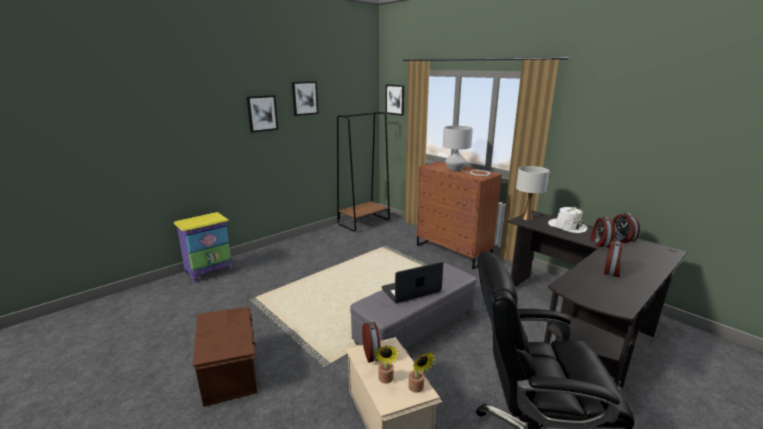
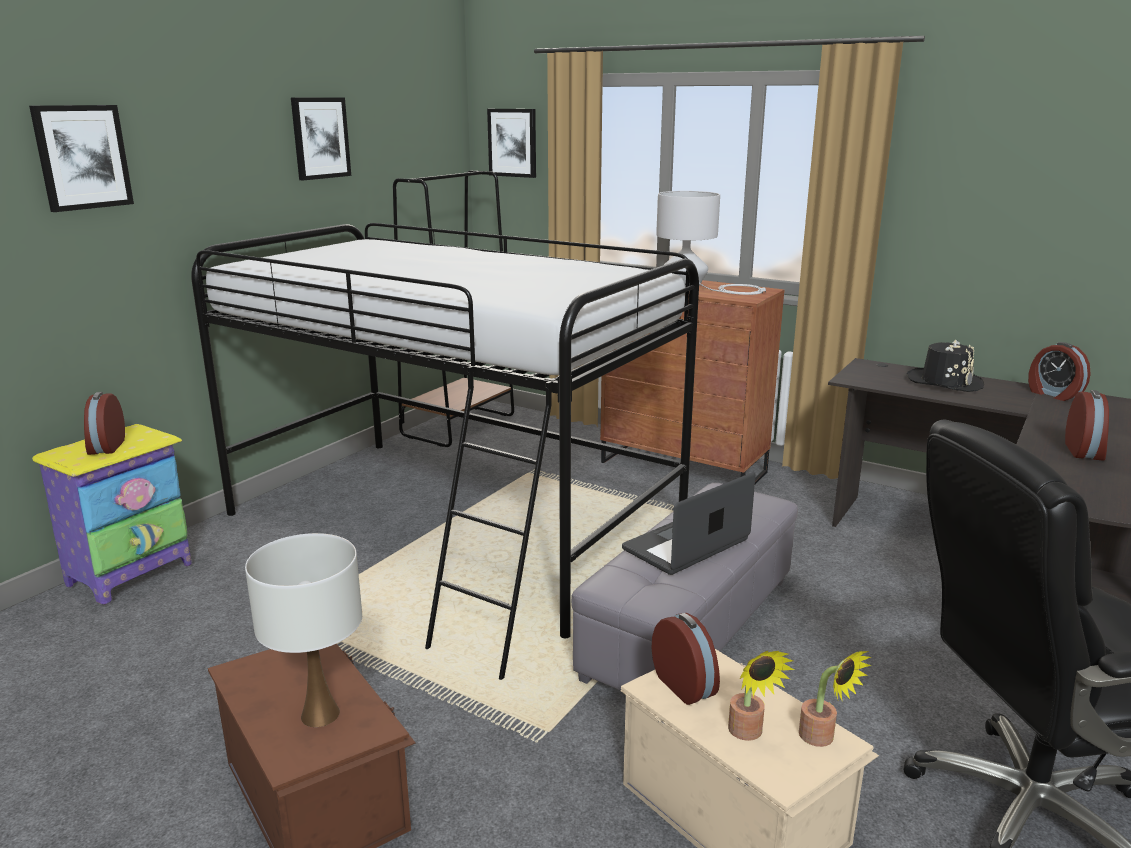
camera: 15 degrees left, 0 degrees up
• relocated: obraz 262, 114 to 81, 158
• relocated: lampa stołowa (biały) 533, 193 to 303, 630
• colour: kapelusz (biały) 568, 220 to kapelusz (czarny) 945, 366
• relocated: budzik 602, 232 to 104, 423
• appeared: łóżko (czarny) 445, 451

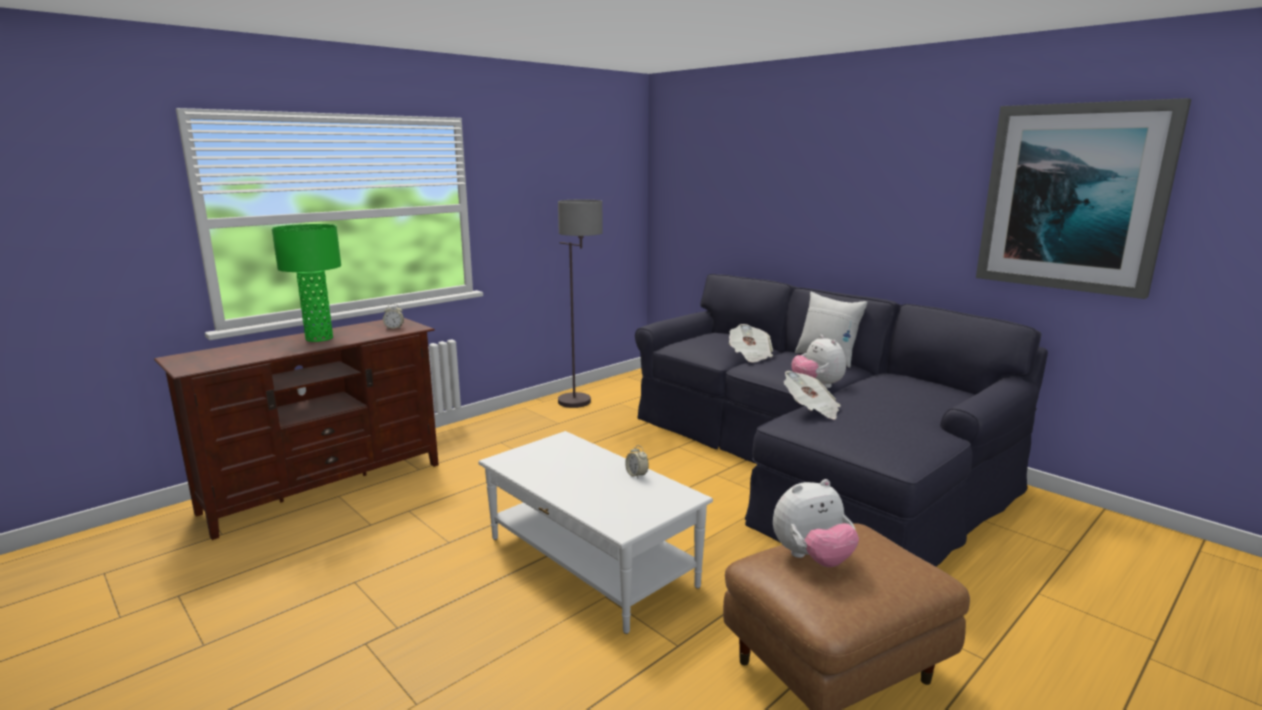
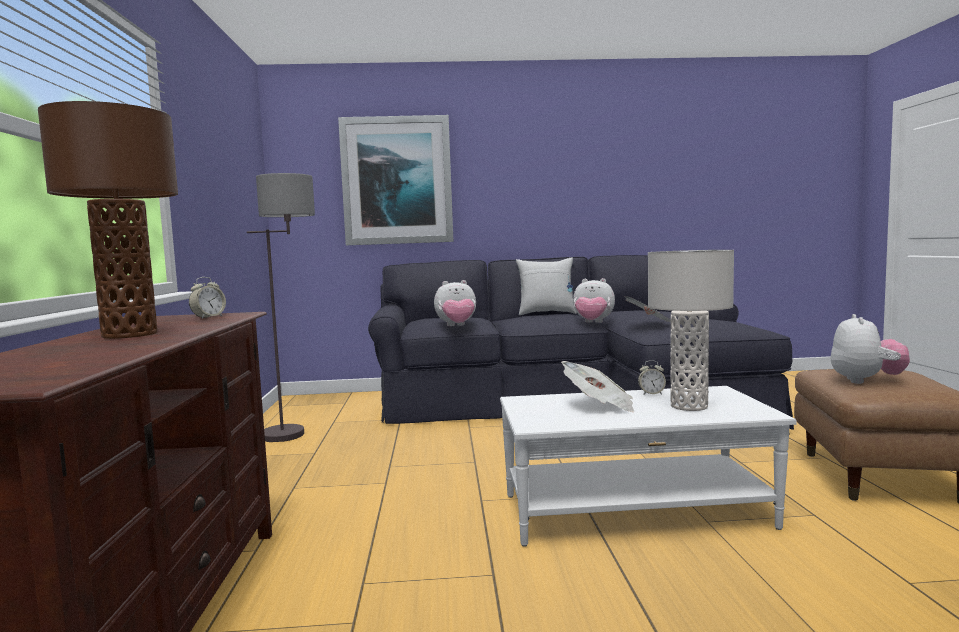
camera: 50 degrees left, 10 degrees down
• colour: lampa stołowa (zielony) 306, 283 to lampa stołowa (brązowy) 108, 220
• relocated: gazeta 751, 343 to 598, 386
• relocated: obraz 1083, 198 to 396, 180
• appeared: pluszak 455, 303
• appeared: lampa stołowa (biały) 691, 330

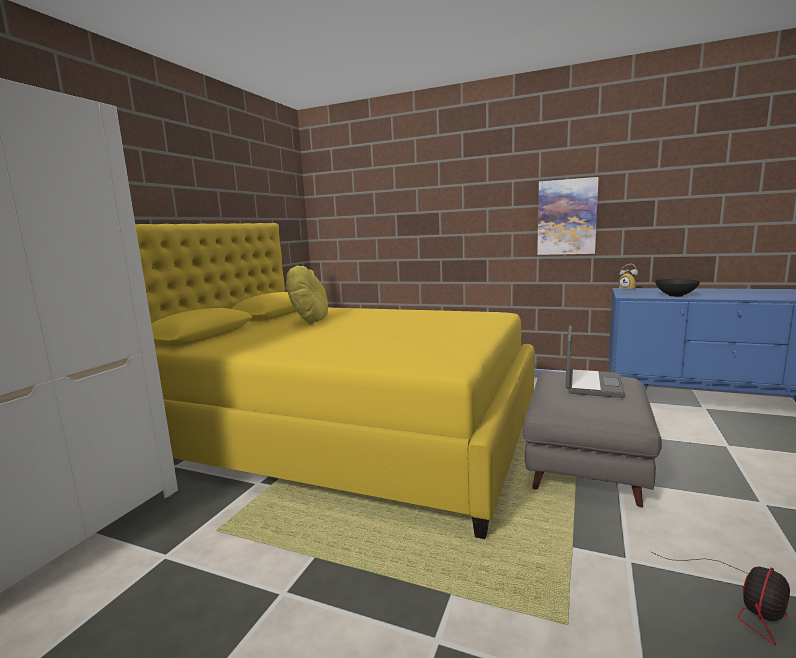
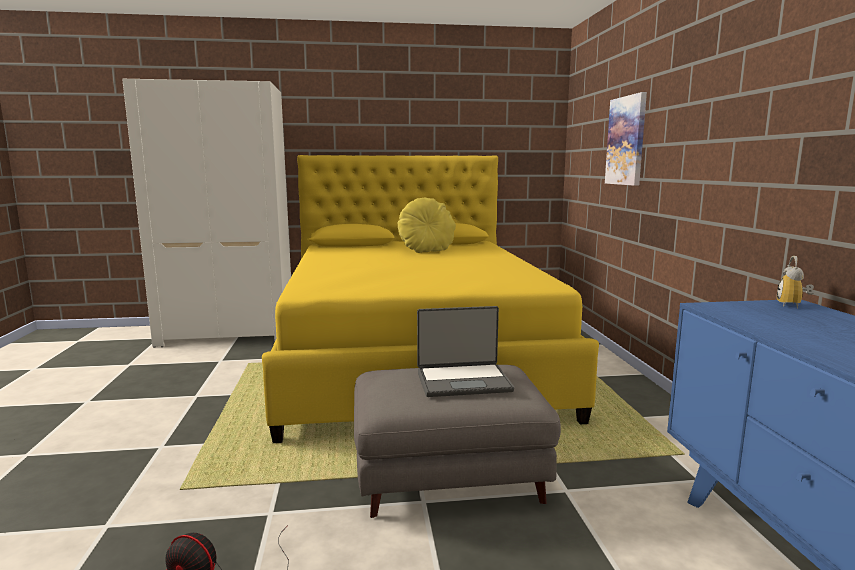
camera: 60 degrees right, 0 degrees up
• relocated: obraz 568, 216 to 626, 139
• missing: miska (czarny) 677, 288

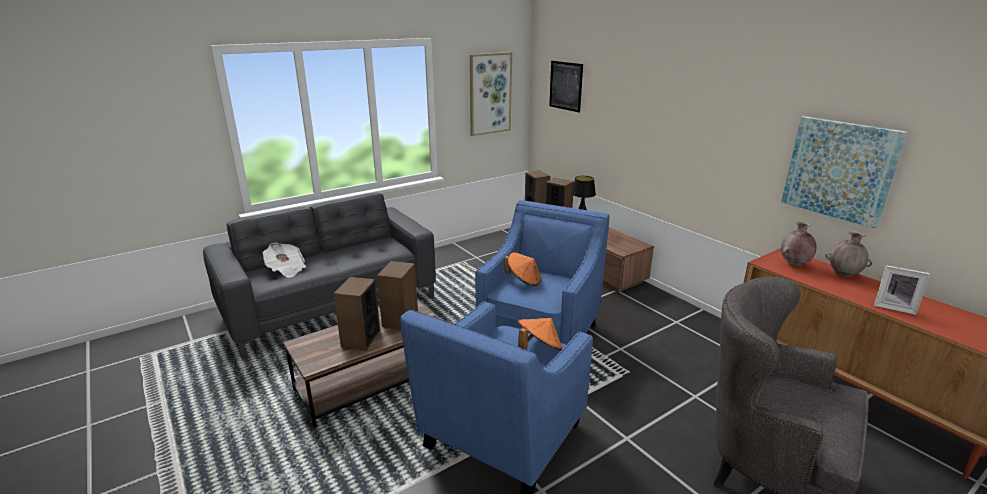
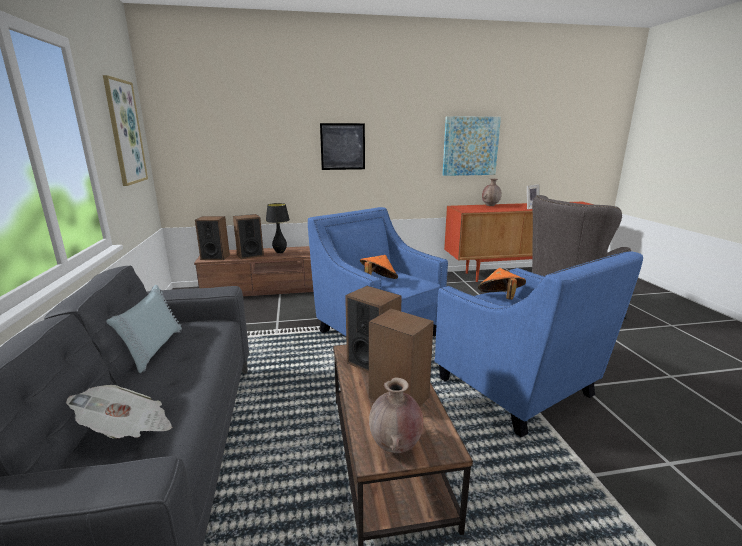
camera: 65 degrees left, 5 degrees down
• relocated: obraz 566, 86 to 342, 146
• relocated: wazon (brązowy) 799, 243 to 396, 415
• appeared: poduszka (niebieski) 144, 329

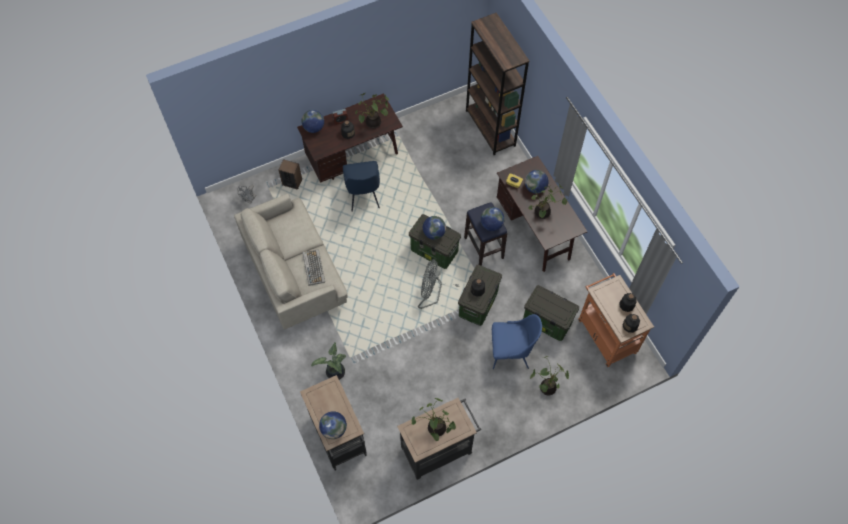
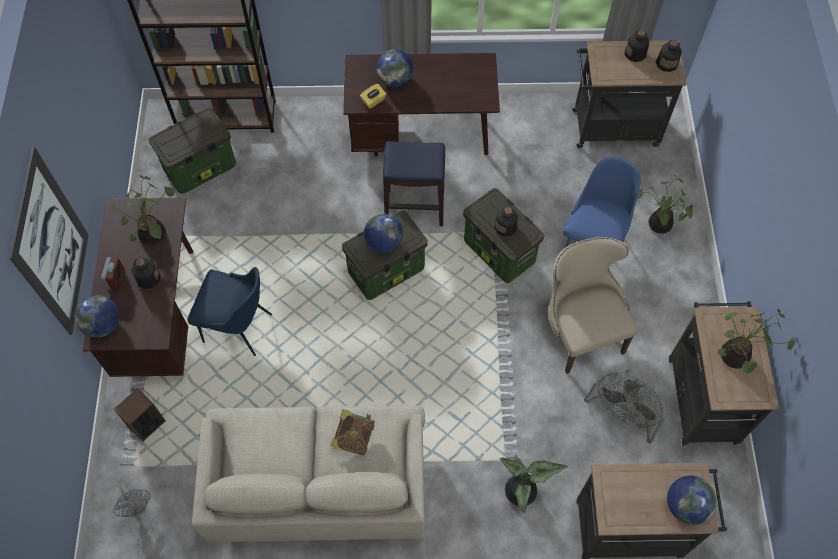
camera: 65 degrees left, 0 degrees up
• exchanged: klawiatura 313, 267 to książka 352, 432
• relocated: wentylator (szary) 438, 284 to 624, 406
• missing: globus 492, 219
• relocated: pojemnik do przechowywania 551, 313 to 192, 150
• missing: roślina doniczkowa 548, 201
• colour: wózek (pomarańczowy) 616, 320 to wózek (czarny) 629, 94
• appeared: obraz 48, 240
• appeared: krzesło (beżowy) 592, 305

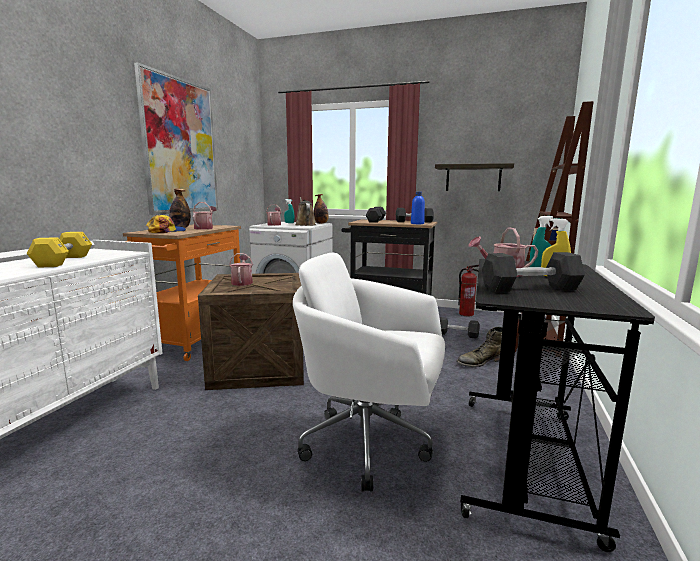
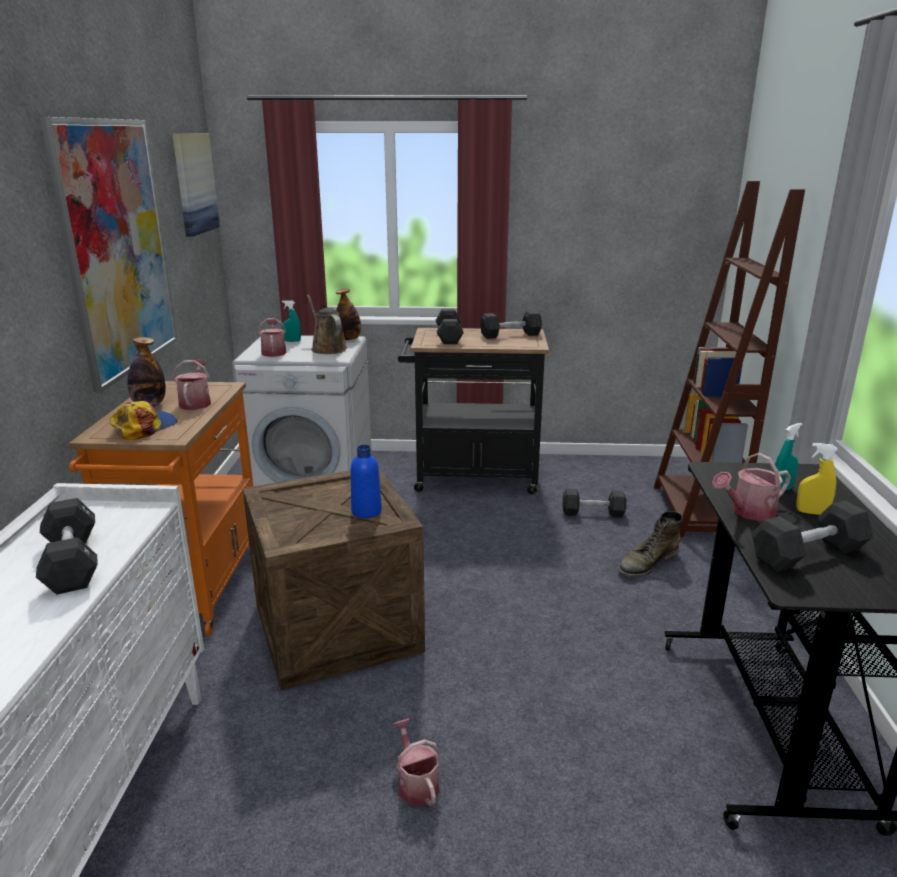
camera: 15 degrees left, 10 degrees up
• colour: hantel (żółty) 59, 250 to hantel (czarny) 67, 546
• relocated: konewka 241, 269 to 417, 762
• missing: krzesło biurowe (biały) 369, 372
• relocated: butelka (niebieski) 418, 208 to 366, 481
• missing: półka 474, 177
• missing: gaśnica 468, 291
• appeared: obraz 196, 185

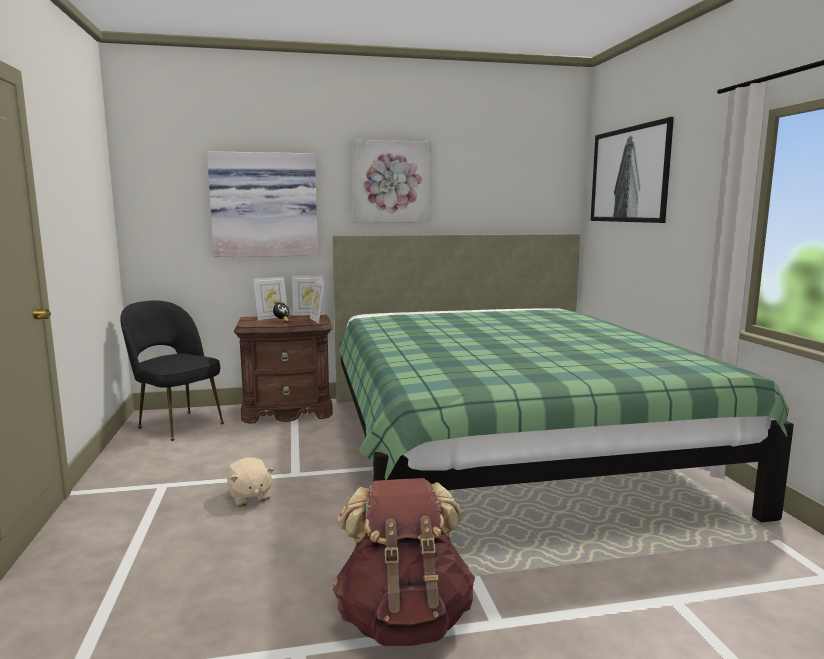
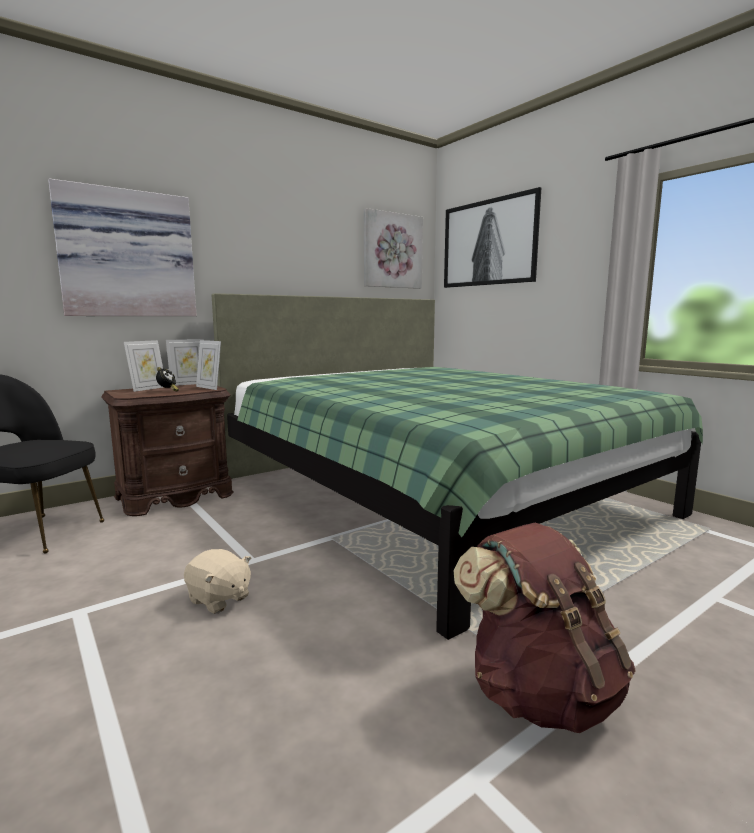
camera: 25 degrees left, 0 degrees up
• relocated: obraz 391, 181 to 393, 248

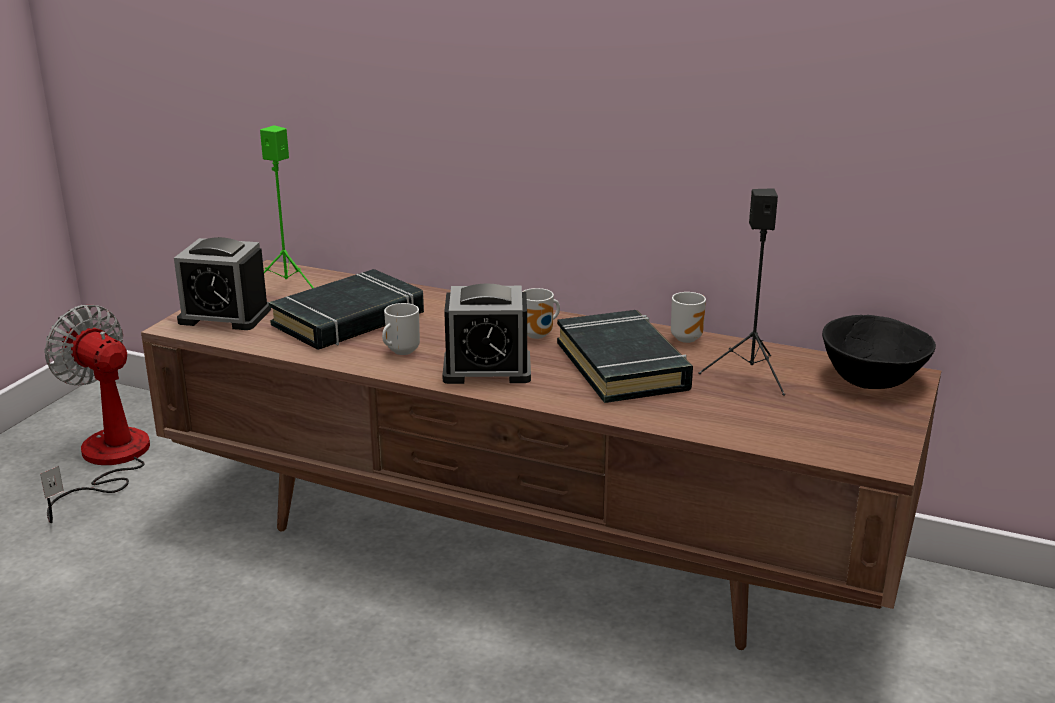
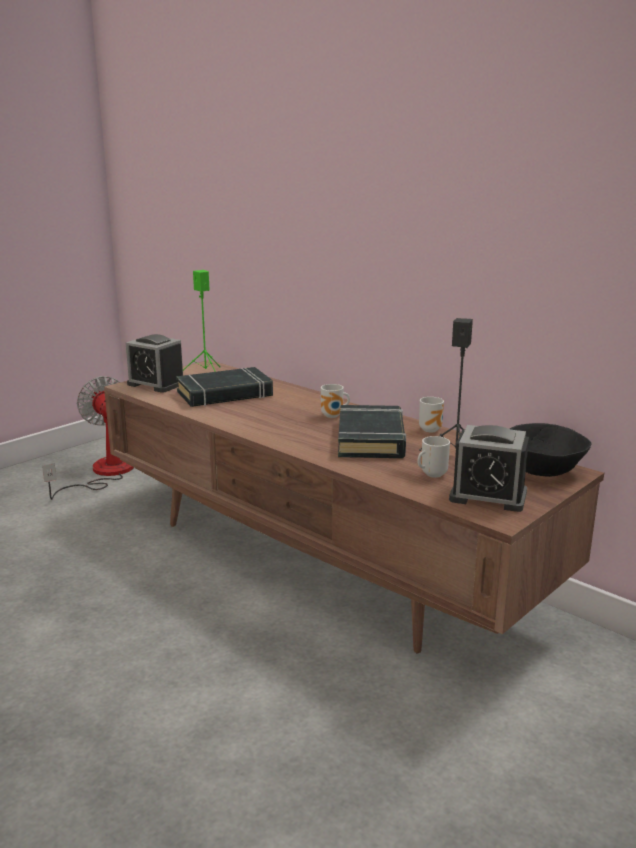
camera: 20 degrees right, 5 degrees down
• relocated: kubek 401, 329 to 433, 457
• relocated: budzik 487, 333 to 489, 468

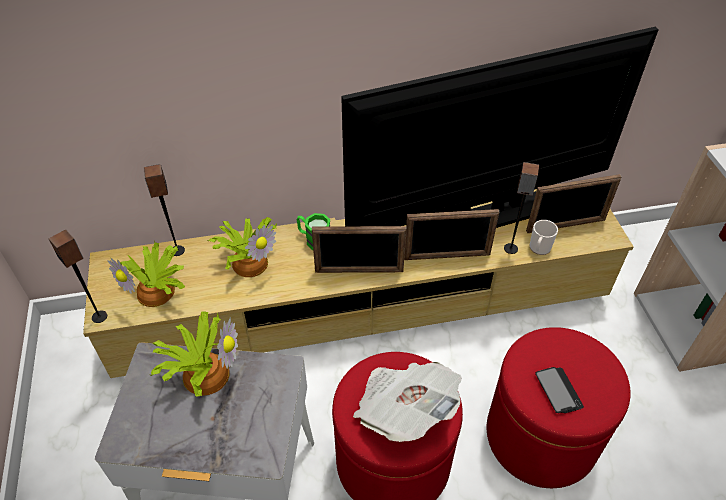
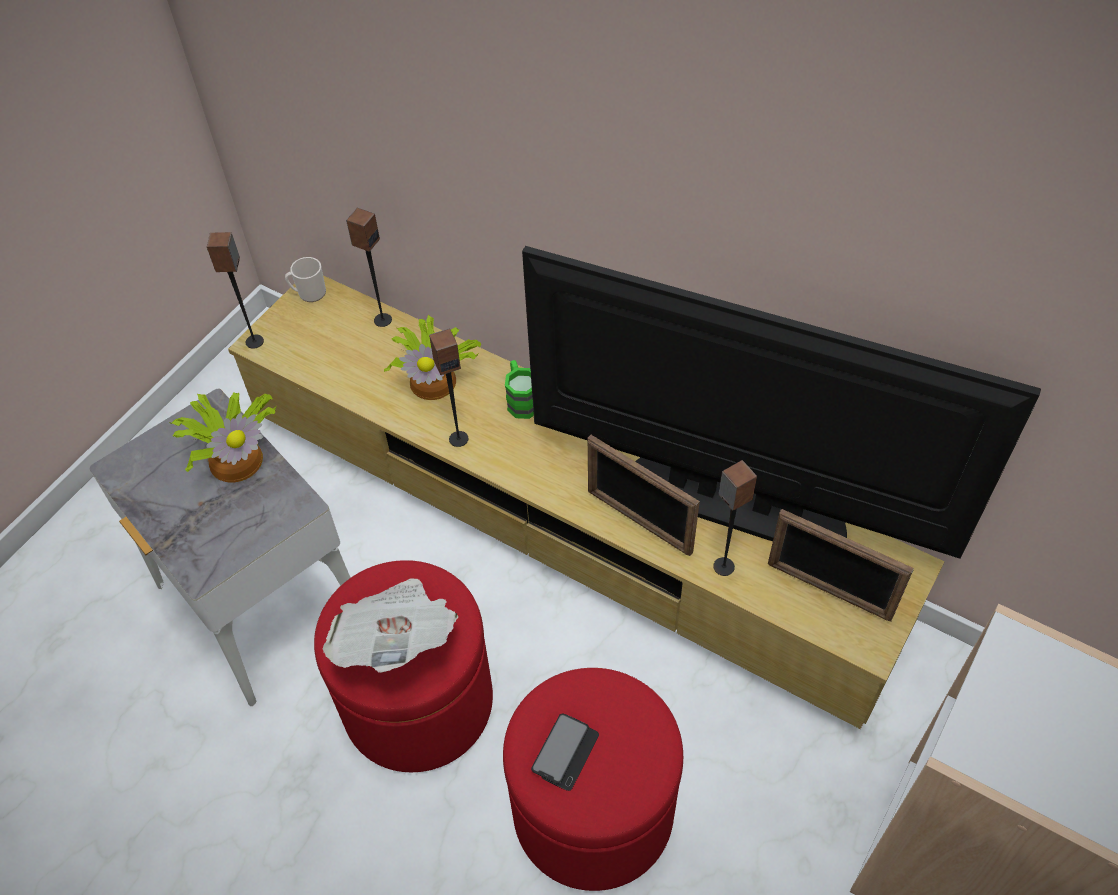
camera: 45 degrees right, 5 degrees up
• missing: roślina doniczkowa 146, 274
• missing: ramka na zdjęcie 359, 249
• relocated: kubek 544, 237 to 305, 279
• appeared: głośnik 448, 387

